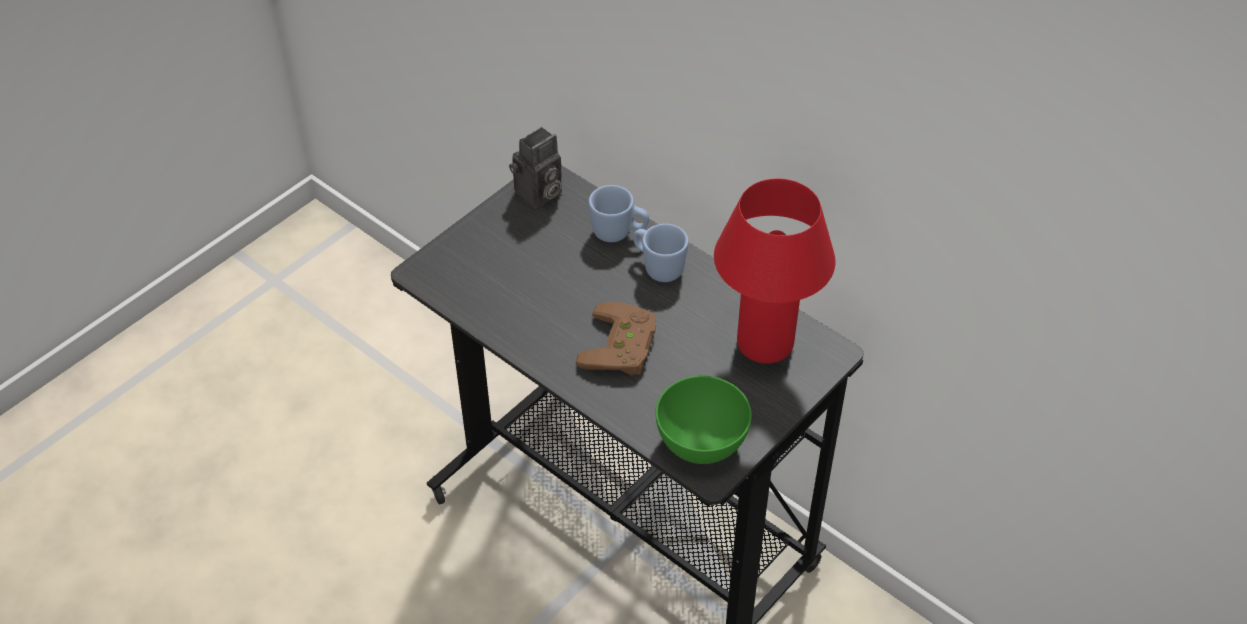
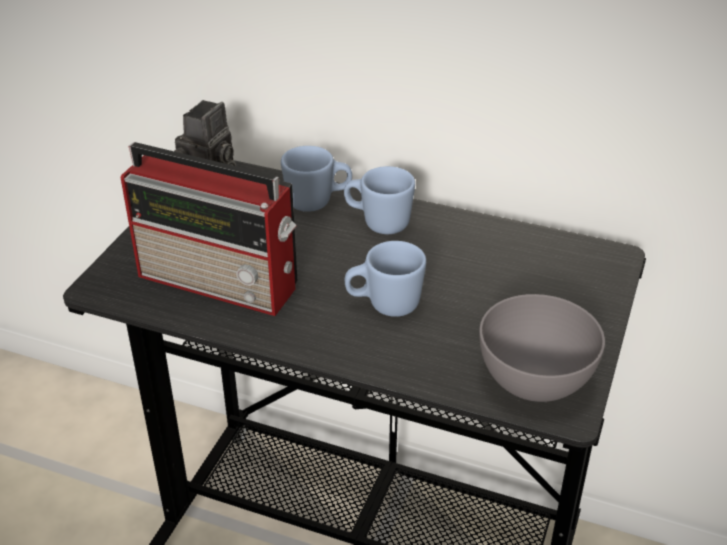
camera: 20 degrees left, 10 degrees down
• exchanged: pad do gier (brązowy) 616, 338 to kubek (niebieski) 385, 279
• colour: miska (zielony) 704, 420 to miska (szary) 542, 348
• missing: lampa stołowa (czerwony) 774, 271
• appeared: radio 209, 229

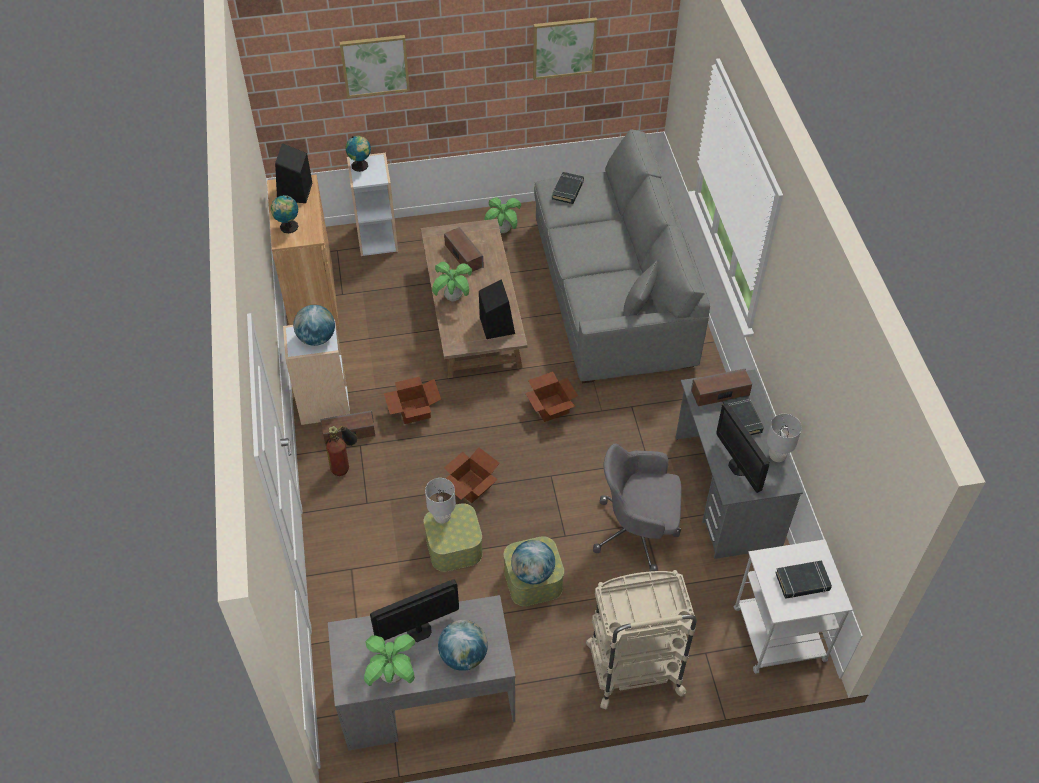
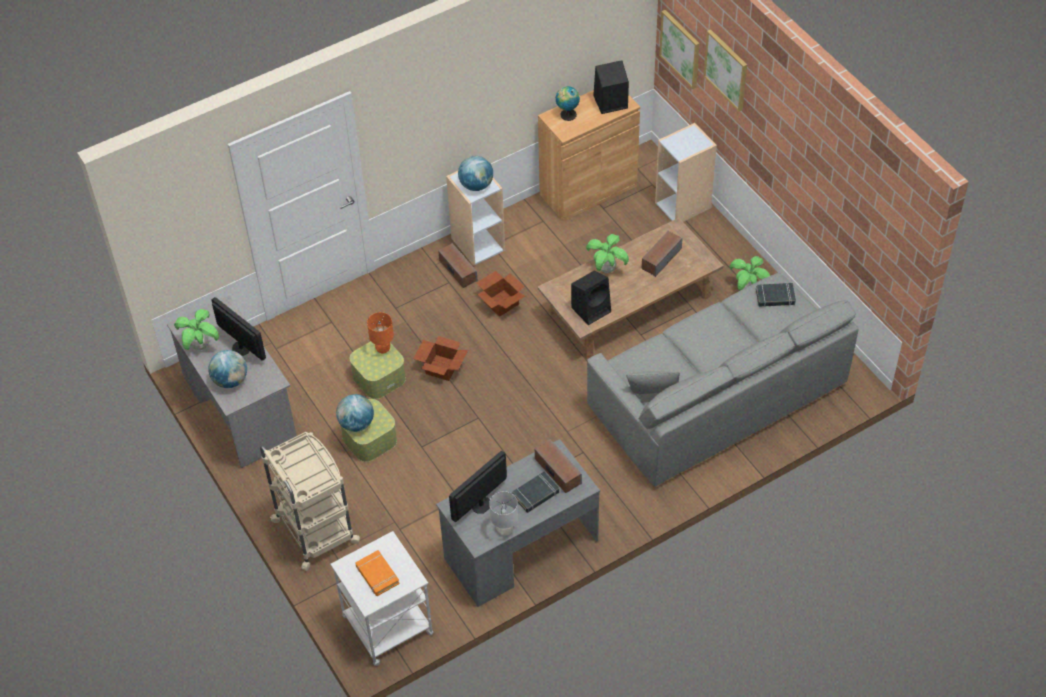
camera: 70 degrees right, 0 degrees up
• missing: gaśnica 342, 451
• missing: globus 358, 154
• colour: lampa stołowa (szary) 440, 501 to lampa stołowa (pomarańczowy) 380, 332
• missing: karton 551, 397
• relocated: obraz 565, 49 to 679, 49
• missing: krzesło biurowe (szary) 637, 508
• colour: książka (czarny) 803, 579 to książka (pomarańczowy) 378, 573

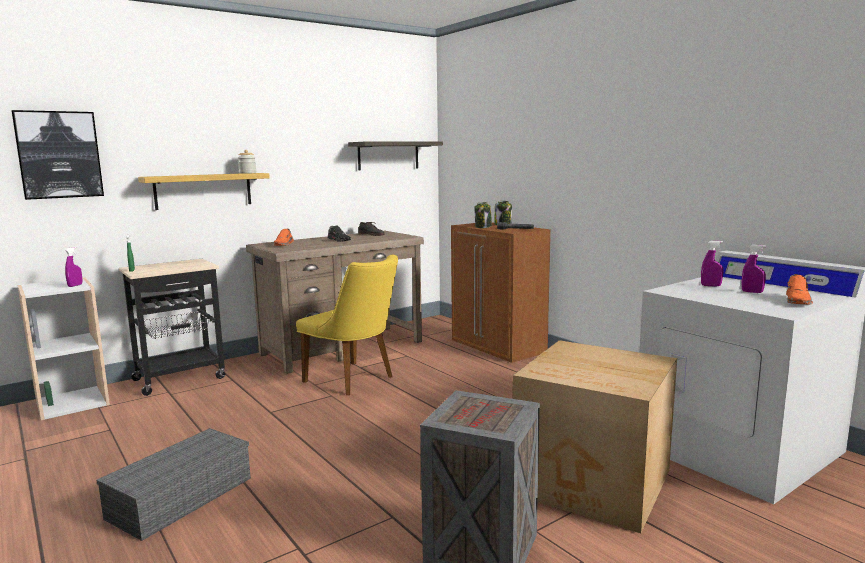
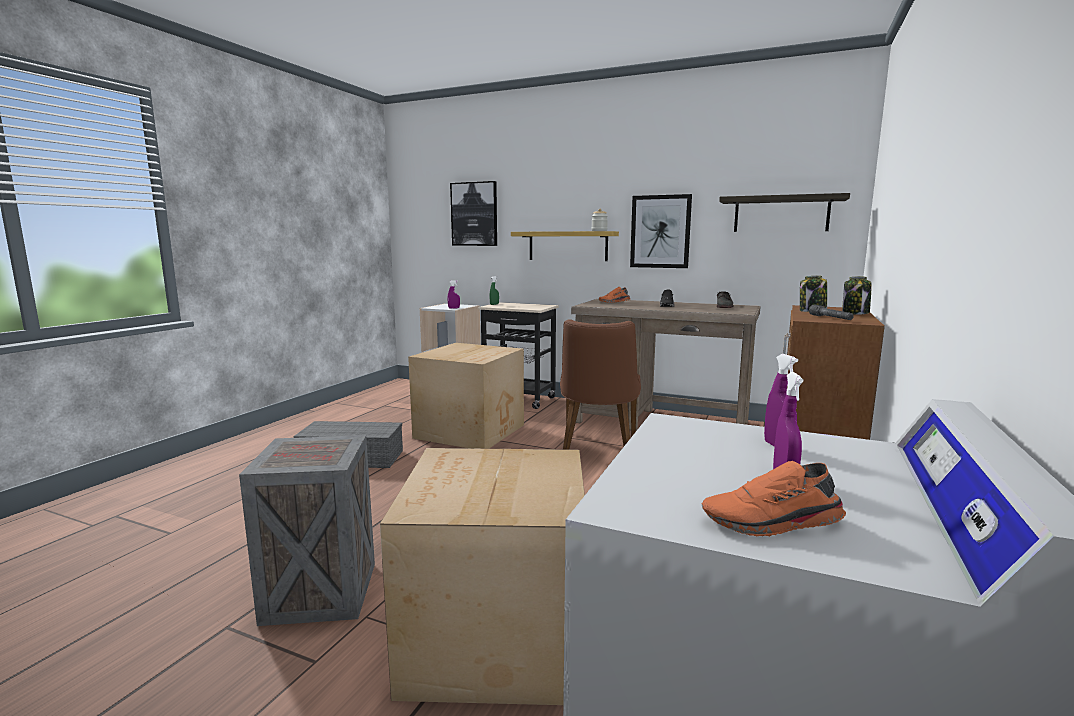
camera: 60 degrees right, 0 degrees up
• colour: krzesło (żółty) 347, 325 to krzesło (brązowy) 600, 384
• appeared: karton 466, 396
• appeared: obraz 661, 231

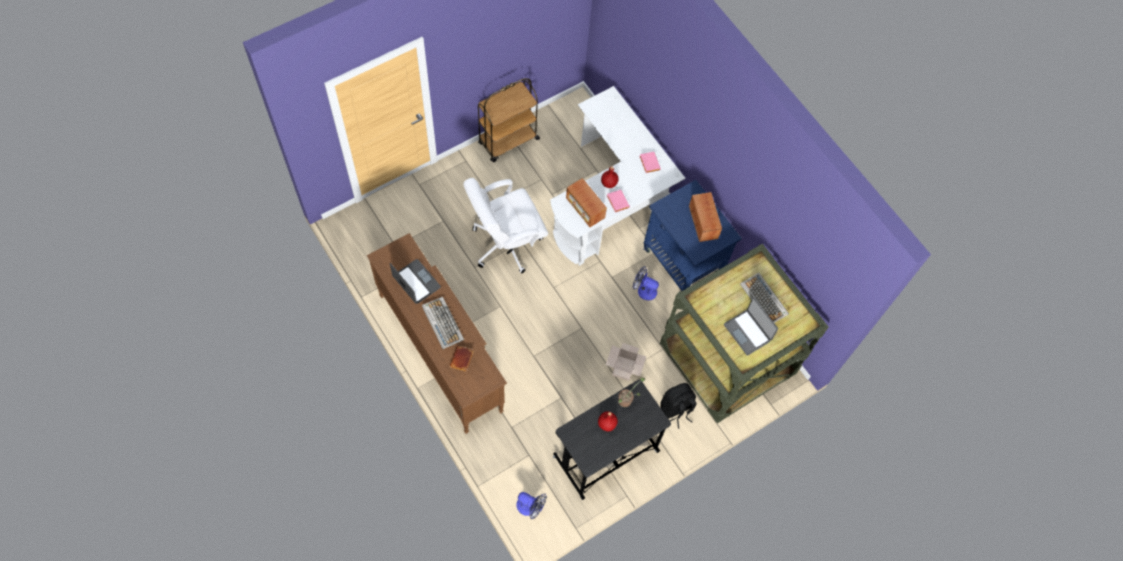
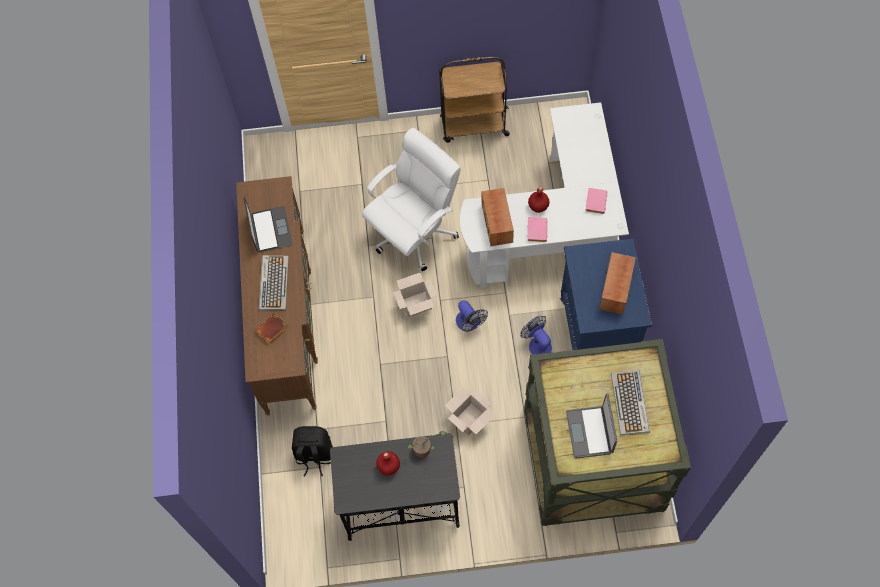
camera: 35 degrees right, 0 degrees up
• spun: krzesło biurowe (biały) 505, 225 = 411, 199 135 degrees clockwise
• relocated: wentylator 531, 505 to 472, 316
• relocated: plecak (czarny) 678, 406 to 312, 451
• appeared: karton 415, 295

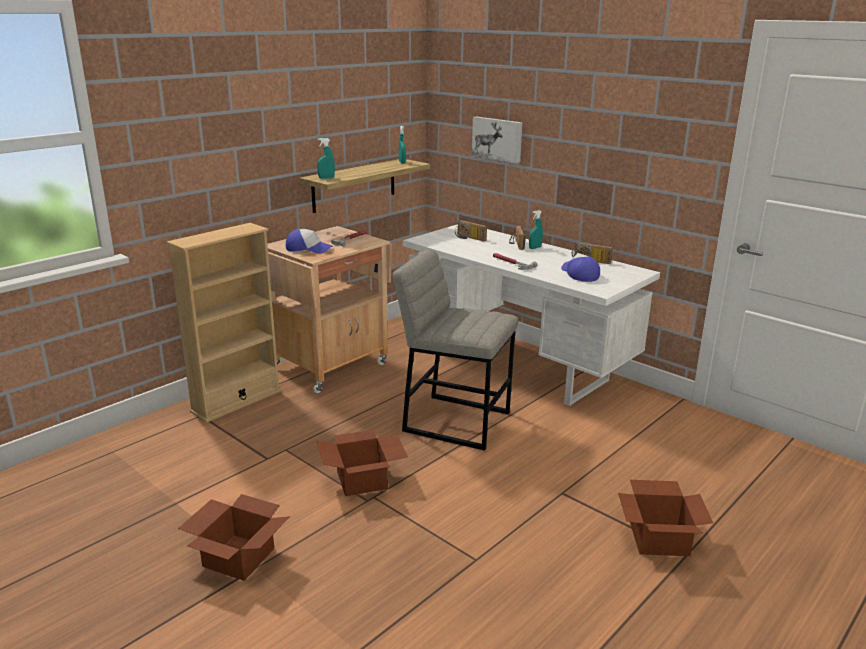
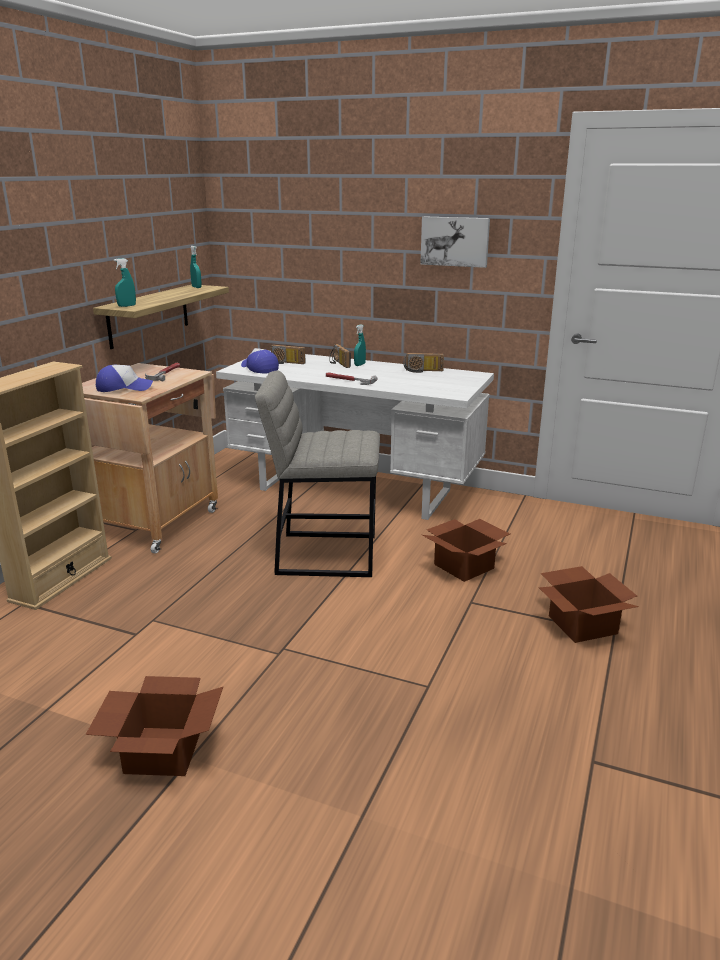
camera: 20 degrees left, 0 degrees up
• relocated: karton 362, 463 to 466, 550
• relocated: obraz 497, 140 to 455, 242
• relocated: czapka z daszkiem 580, 267 to 260, 360

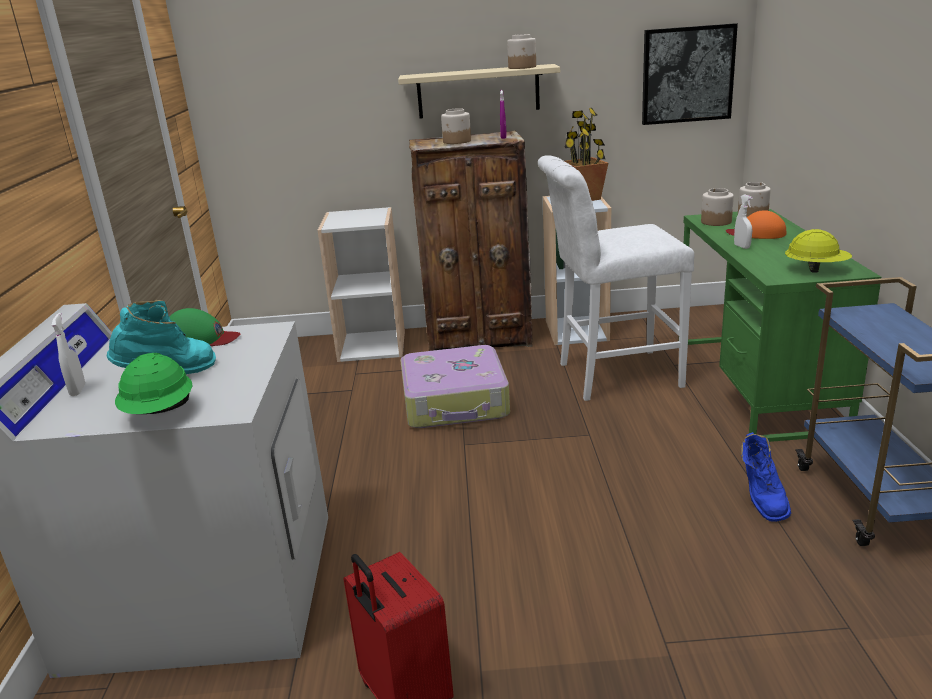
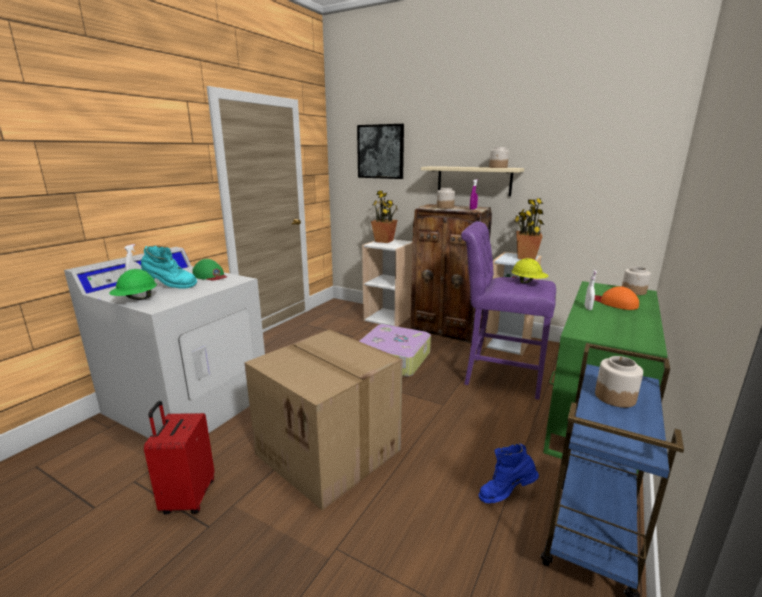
camera: 30 degrees right, 5 degrees down
• colour: stołek (biały) 616, 278 to stołek (fioletowy) 508, 310
• relocated: obraz 690, 74 to 380, 151
• relocated: słoik 717, 207 to 619, 382
• spun: but z cholewką (niebieski) 766, 477 = 508, 473 45 degrees clockwise
• relocated: kask (żółty) 818, 251 to 530, 271
• appeared: karton 323, 419
• appeared: roślina doniczkowa 384, 217

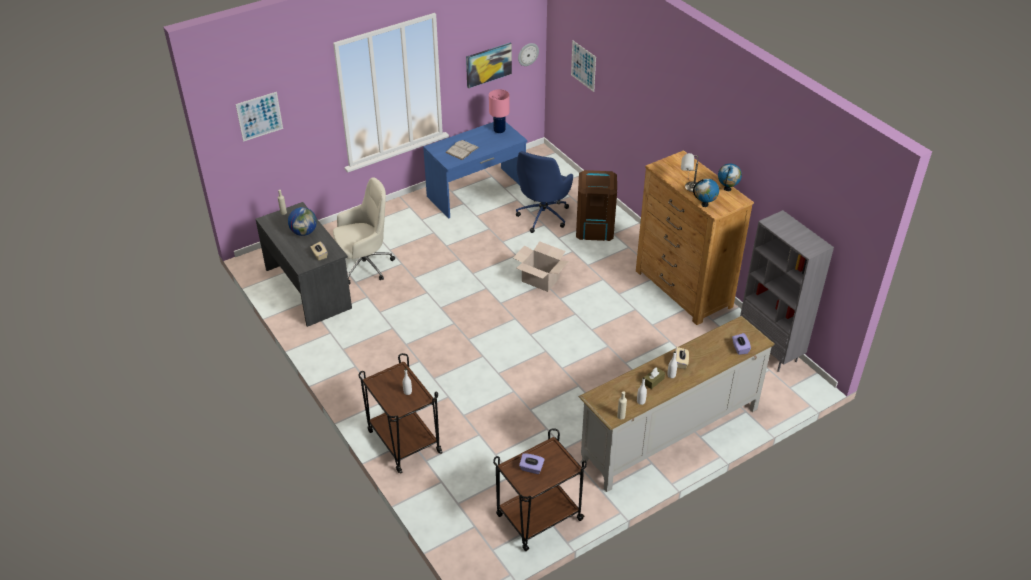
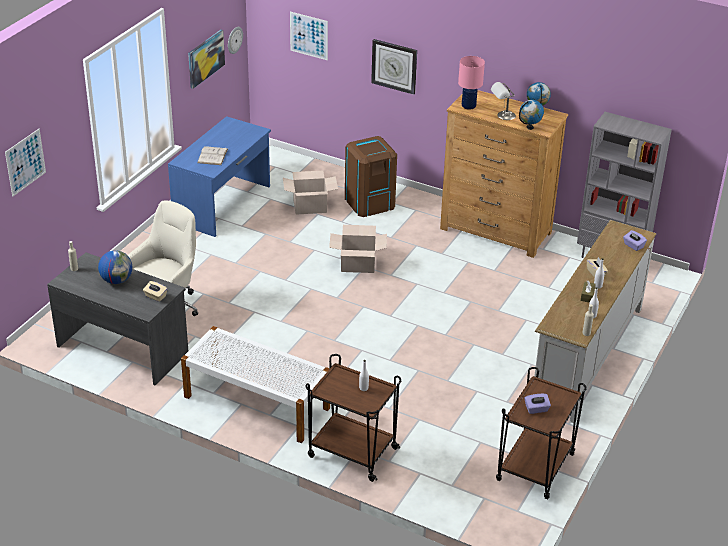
camera: 30 degrees left, 5 degrees down
• relocated: lampa stołowa (różowy) 499, 111 to 471, 83
• exchanged: krzesło biurowe (niebieski) 544, 192 to karton 310, 193
• appeared: ławka (biały) 255, 384
• appeared: zegar ścienny 394, 67

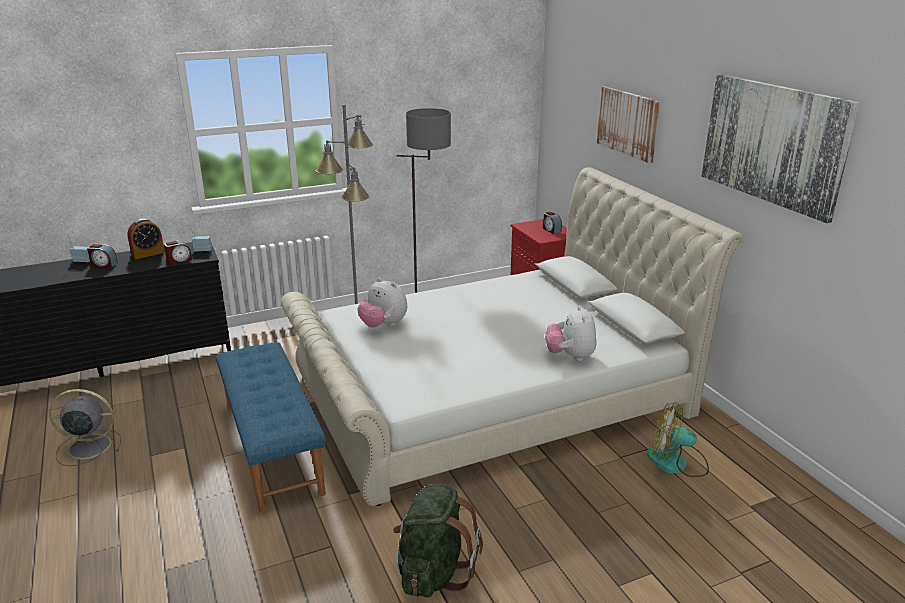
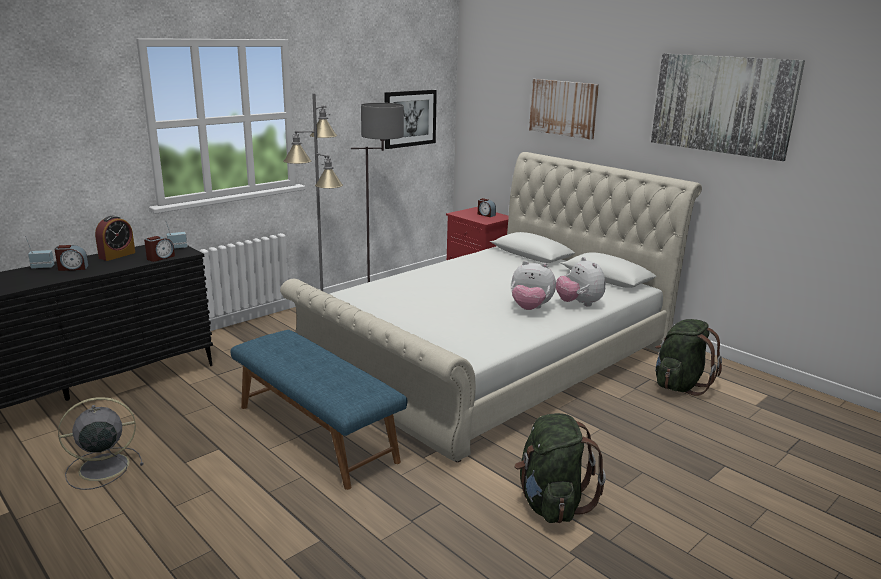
camera: 20 degrees left, 5 degrees down
• relocated: pluszak 382, 303 to 533, 285
• exchanged: wentylator 678, 439 to plecak (zielony) 688, 357
• appeared: obraz 411, 119

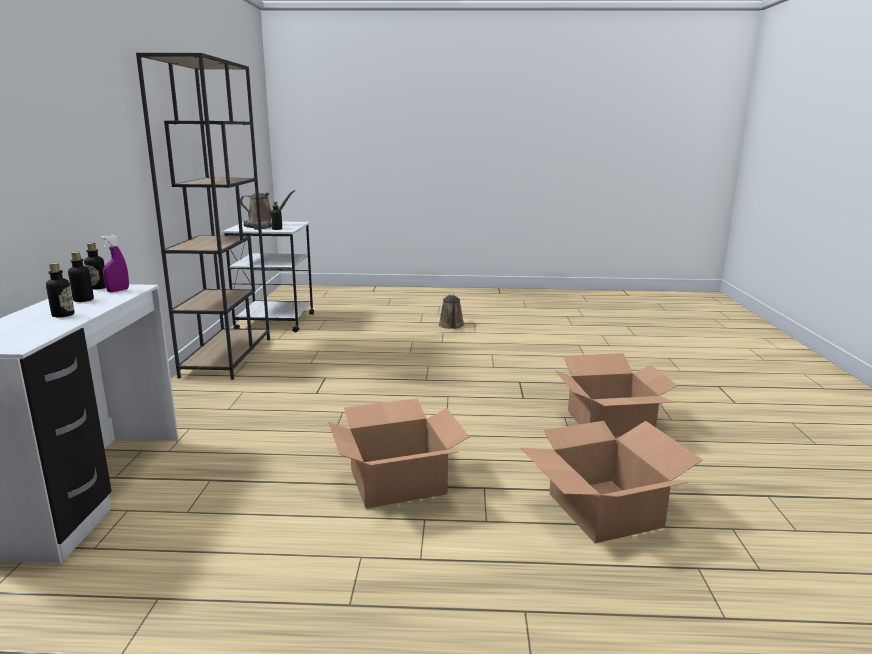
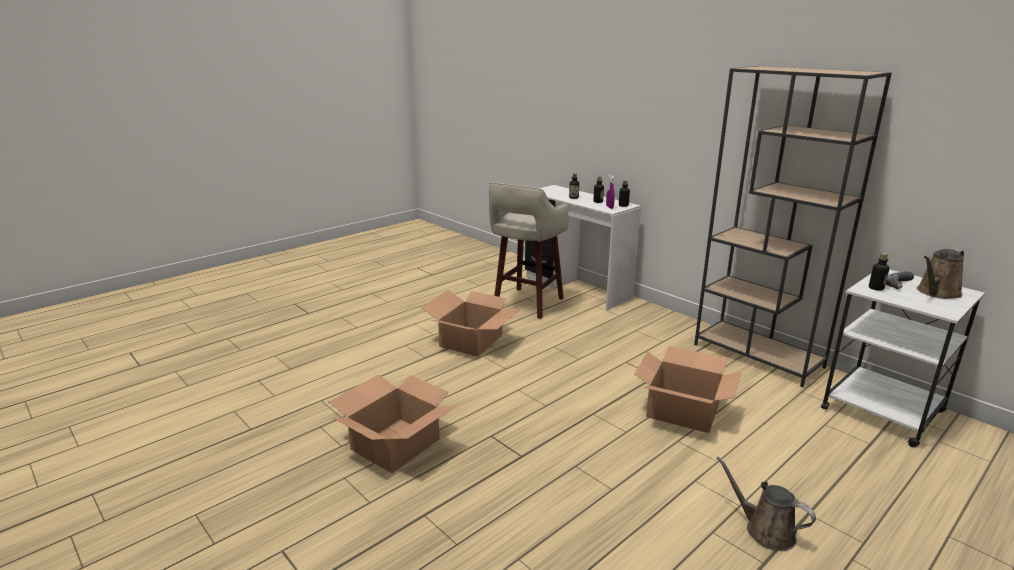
camera: 135 degrees right, 5 degrees up
• relocated: karton 612, 482 to 687, 389
• appeared: stołek (beżowy) 529, 250

